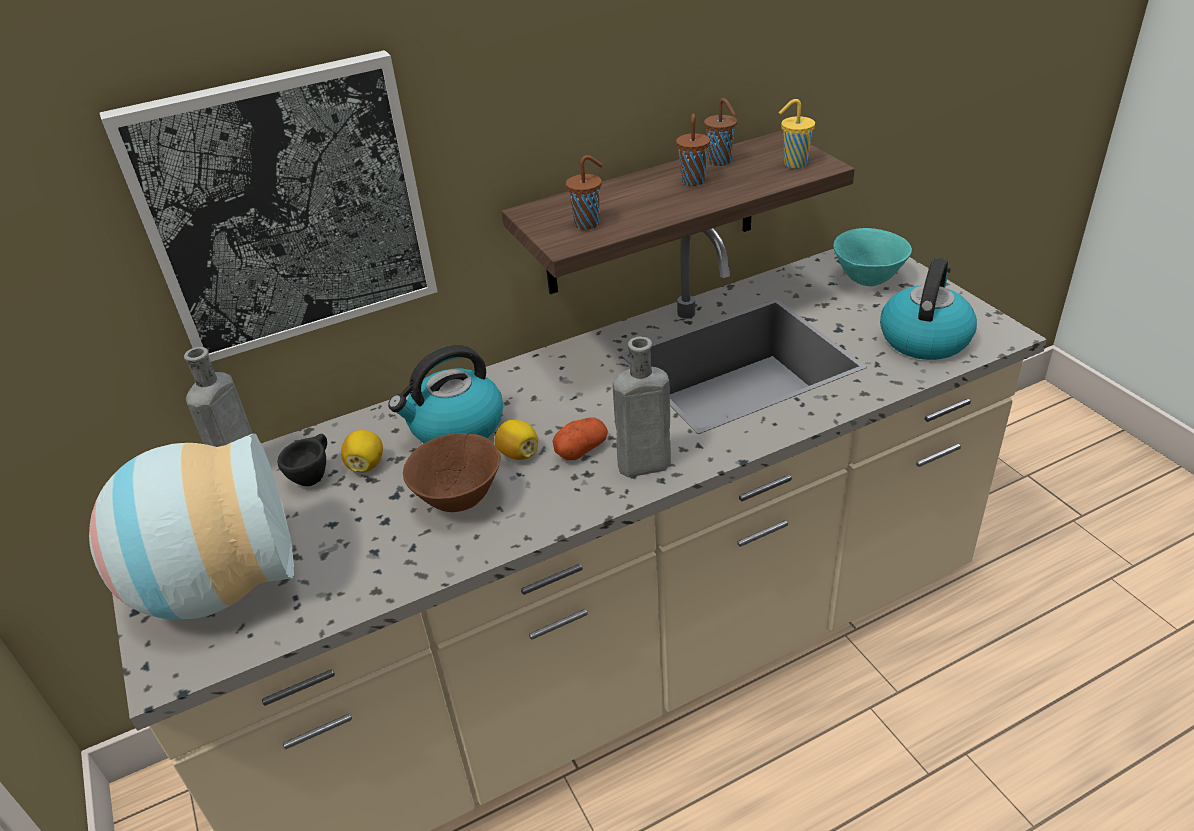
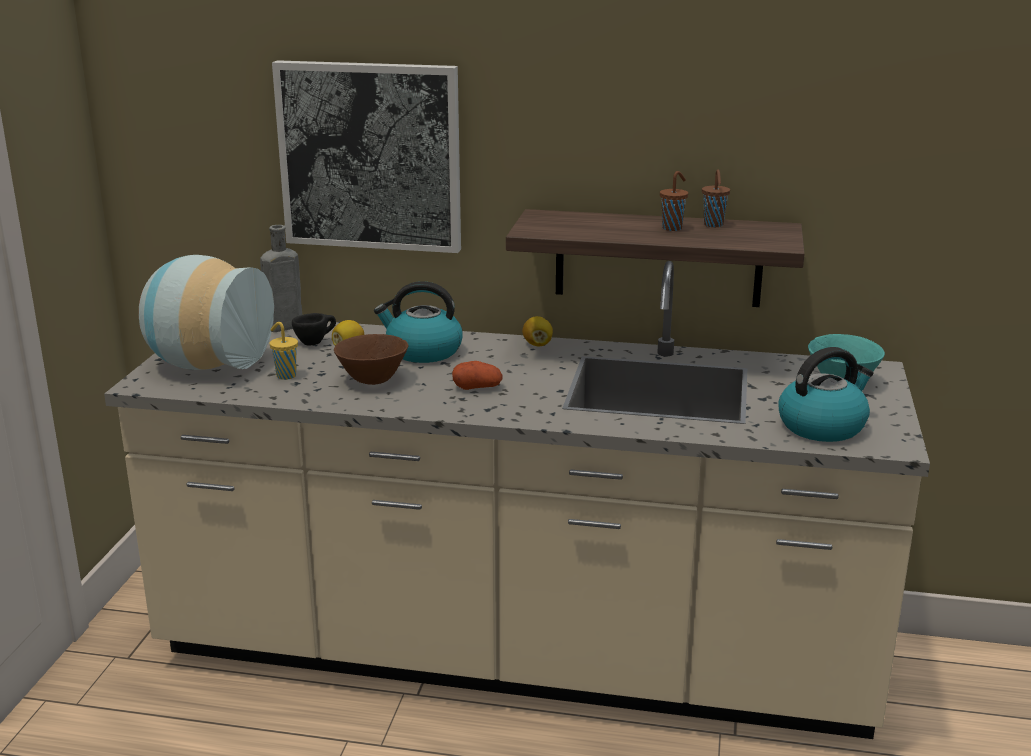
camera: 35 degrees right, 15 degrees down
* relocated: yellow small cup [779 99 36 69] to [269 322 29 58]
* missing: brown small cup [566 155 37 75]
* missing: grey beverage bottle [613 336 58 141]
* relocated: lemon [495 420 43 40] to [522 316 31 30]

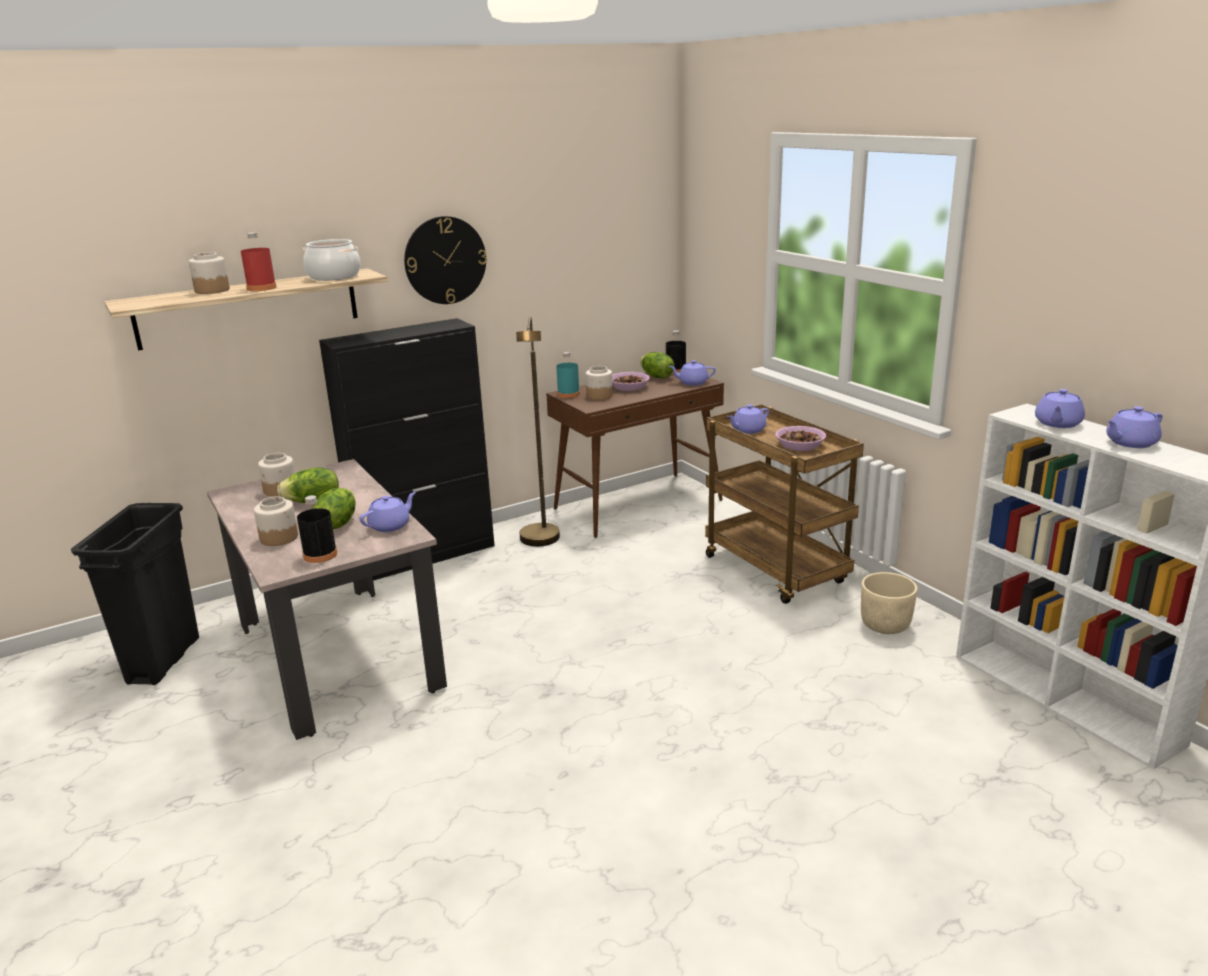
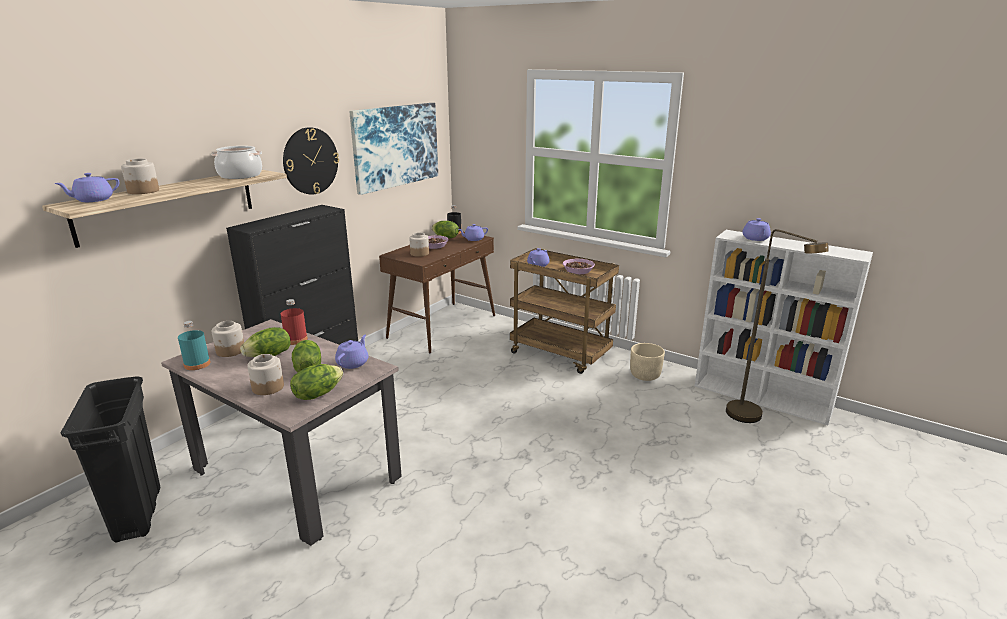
camera: 25 degrees left, 0 degrees up
* relocated: red beverage bottle [241 232 35 59] to [281 299 27 46]
* relocated: brown standard lamp [516 316 44 230] to [726 229 103 194]
* relocated: turquoise-coloured beverage bottle [556 352 24 46] to [178 321 33 49]
* relocated: purple-coloured teapot [1107 406 55 42] to [54 173 65 29]
* exchanged: blackish beverage bottle [297 495 40 68] to lettuce head [290 364 53 36]
* appeared: picture [349 103 89 92]

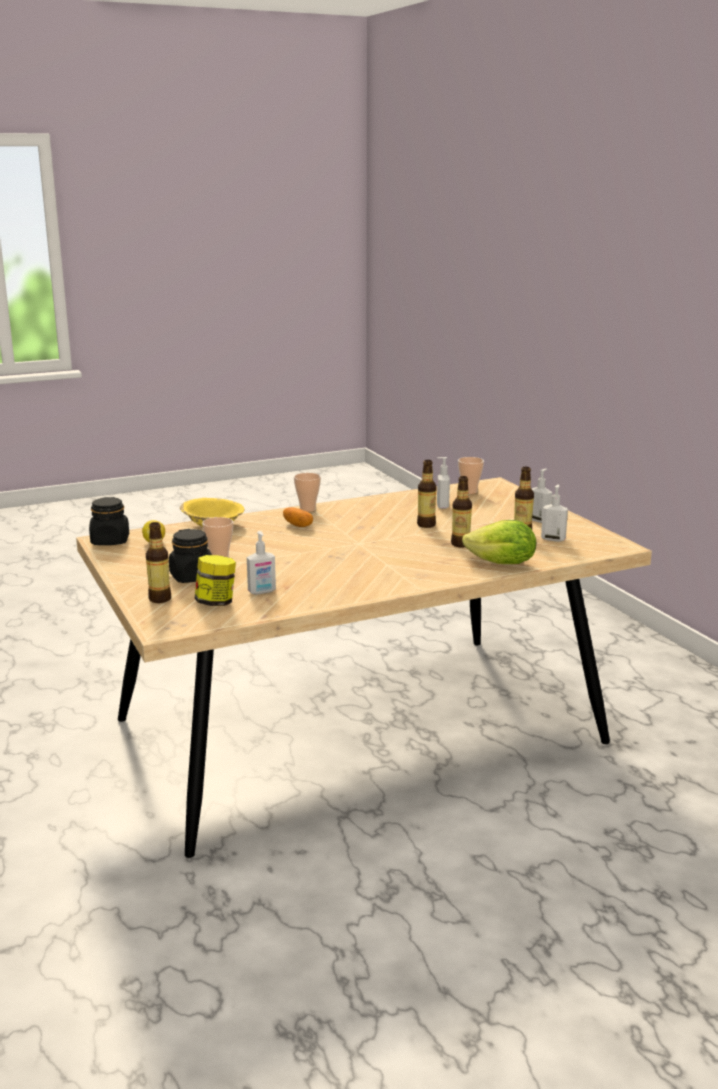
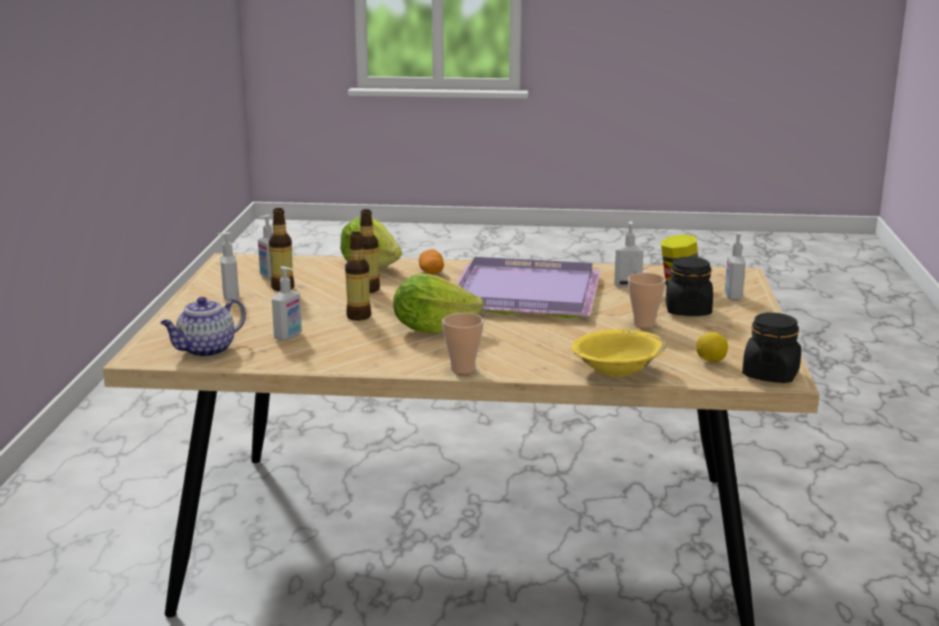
camera: 150 degrees left, 0 degrees up
* exchanged: small cup [458 457 26 37] to teapot [161 297 85 60]
* relocated: whole potato [283 507 30 20] to [419 249 25 25]
* exchanged: beverage bottle [146 522 25 81] to liquid soap bottle [725 233 21 68]
* appeared: purple-coloured carrying tray [456 257 145 61]
* appeared: lettuce head [393 274 91 60]

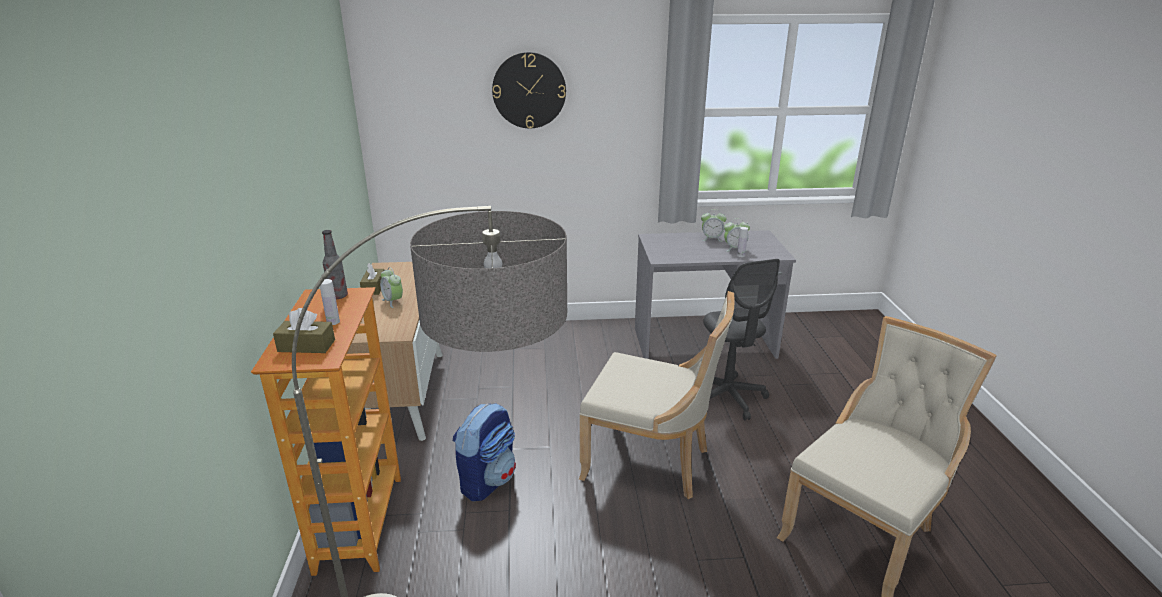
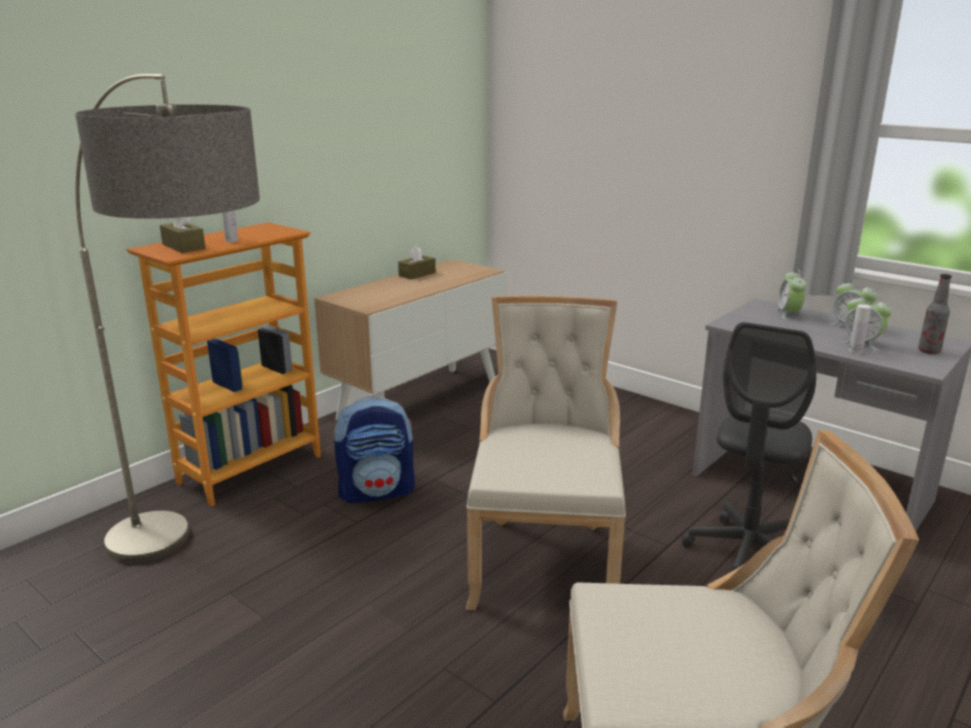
camera: 45 degrees right, 5 degrees down
* missing: clock on the wall [492 52 74 76]
* relocated: beverage bottle [322 230 26 69] to [918 274 34 80]
* relocated: alarm clock [380 267 23 41] to [776 269 30 50]
* spun: beige-coloured upright chair [579 291 155 208] = [466 295 160 315] 150 degrees counterclockwise

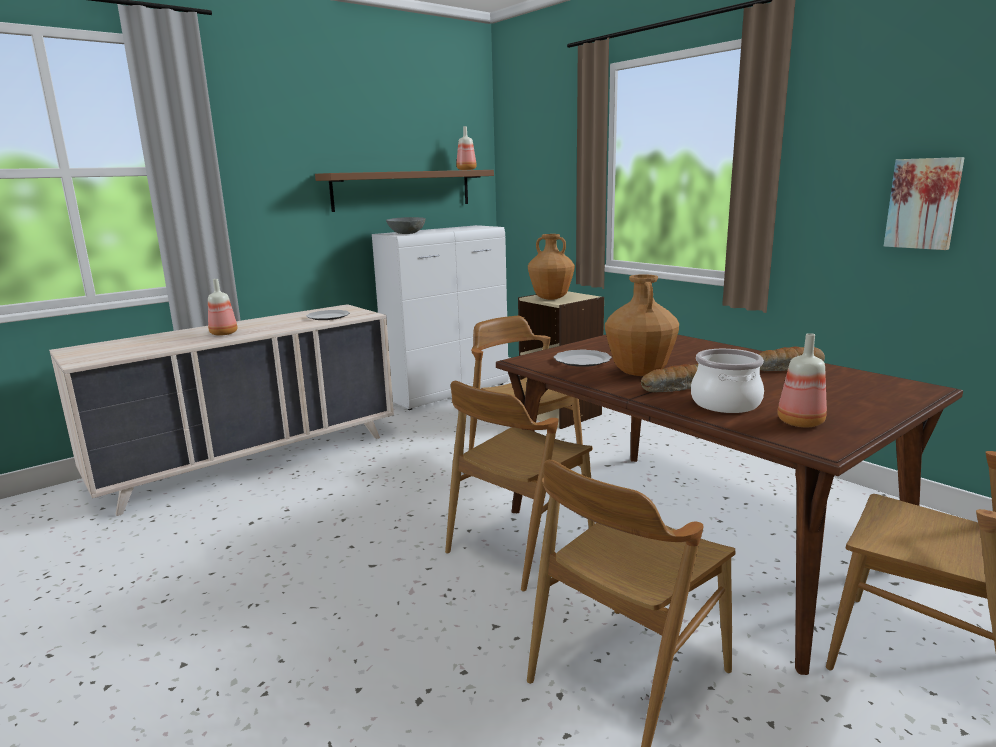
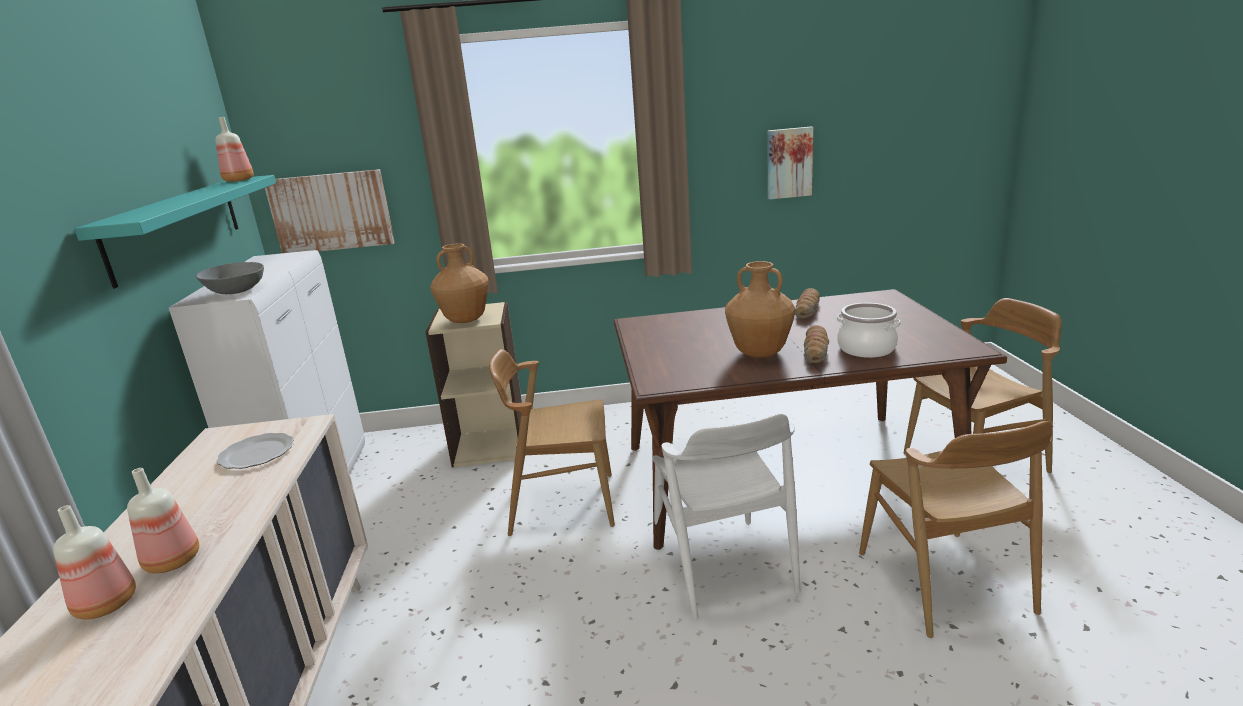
camera: 55 degrees left, 5 degrees up
* colour: brown bracket shelf [315 170 179 42] to turquoise-coloured bracket shelf [74 175 202 114]
* relocated: beverage bottle [777 333 50 94] to [53 505 83 114]
* missing: dinner plate [554 350 58 17]
* colour: brown upright chair [445 381 150 211] to whitish upright chair [653 413 148 207]
* appeared: picture [265 169 130 84]

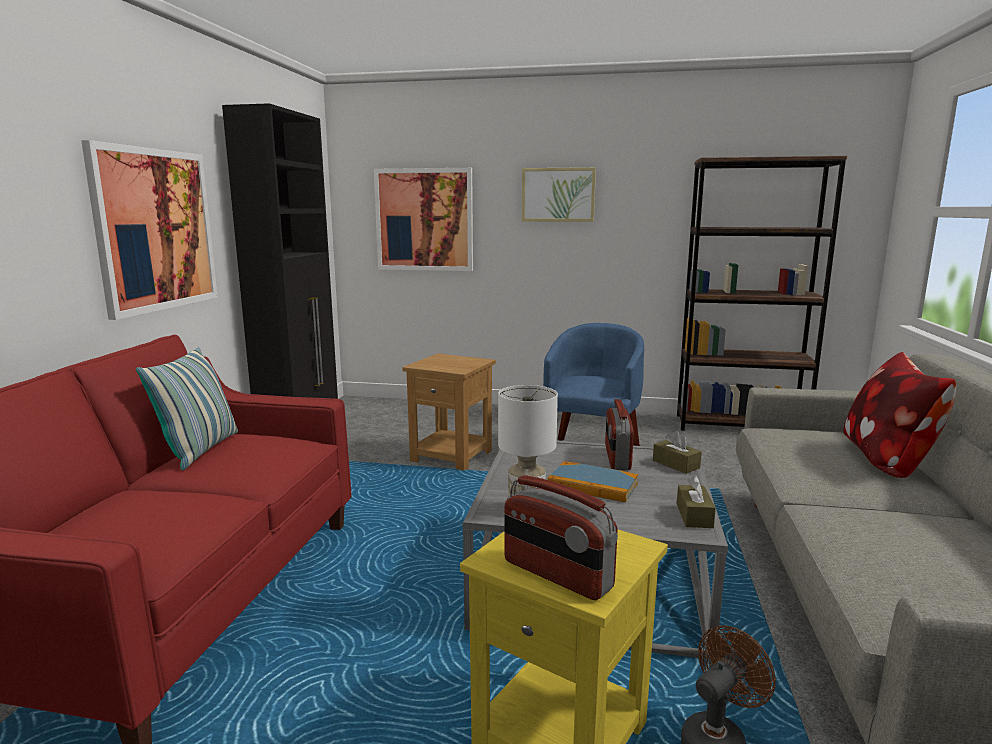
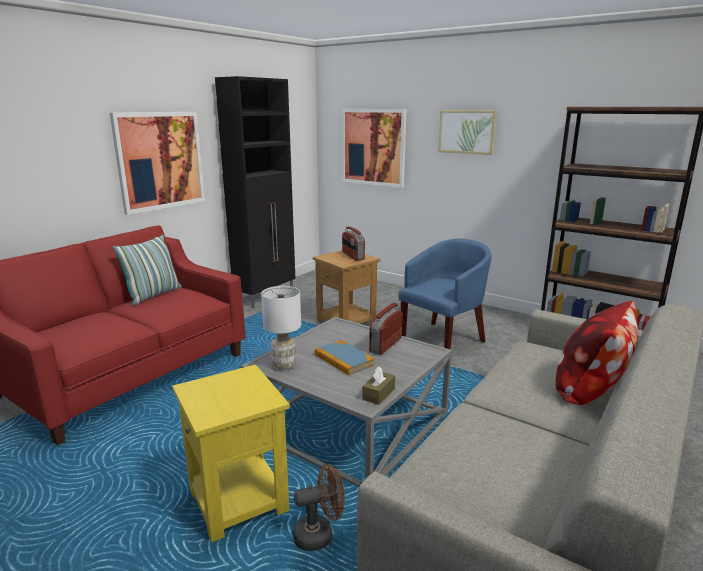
camera: 25 degrees right, 5 degrees up
* missing: brown tissue holder [653 431 49 43]
* relocated: radio [504 475 114 125] to [342 227 23 33]

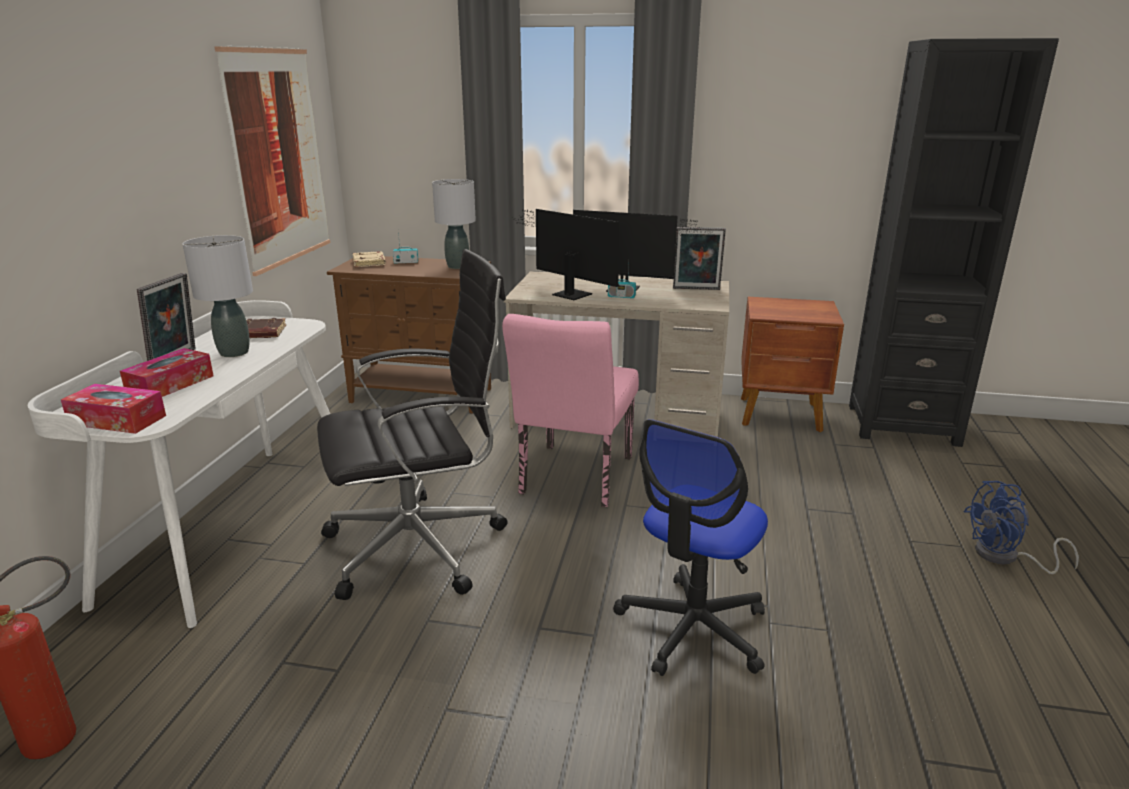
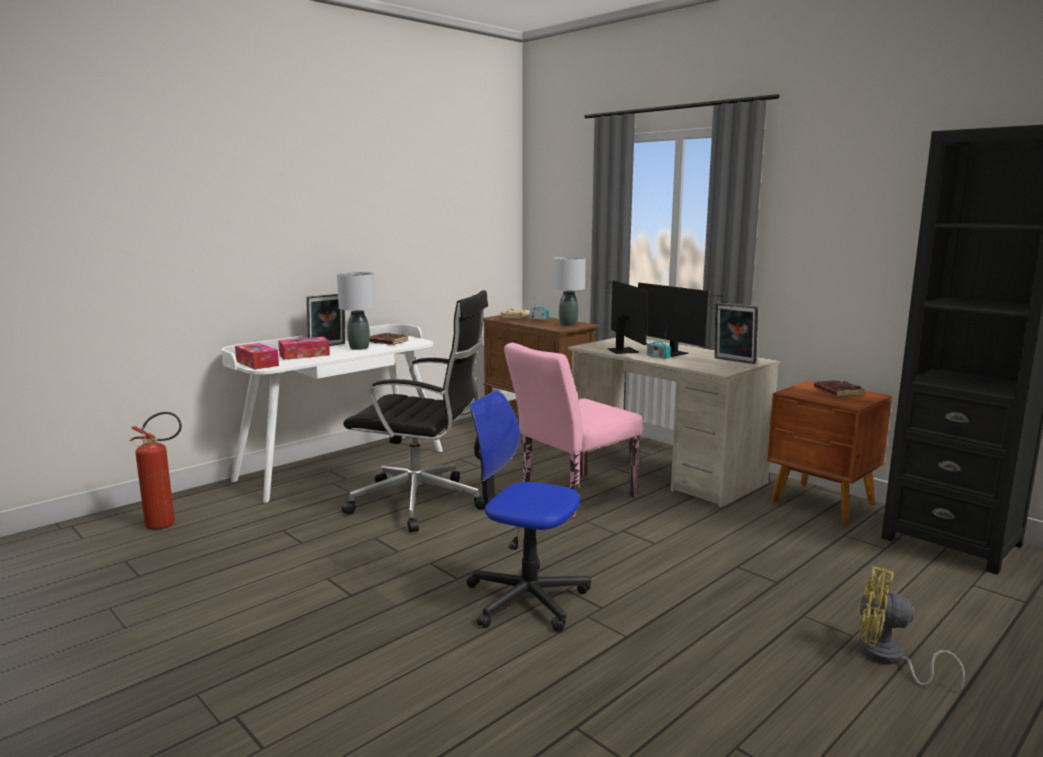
camera: 35 degrees right, 10 degrees down
* missing: picture [214 45 117 231]
* spun: computer chair [613 419 155 257] = [466 391 125 241] 45 degrees clockwise
* colour: bluish electric fan [963 481 116 93] to yellow electric fan [859 566 106 127]
* appeared: brown bound book [814 380 51 17]

